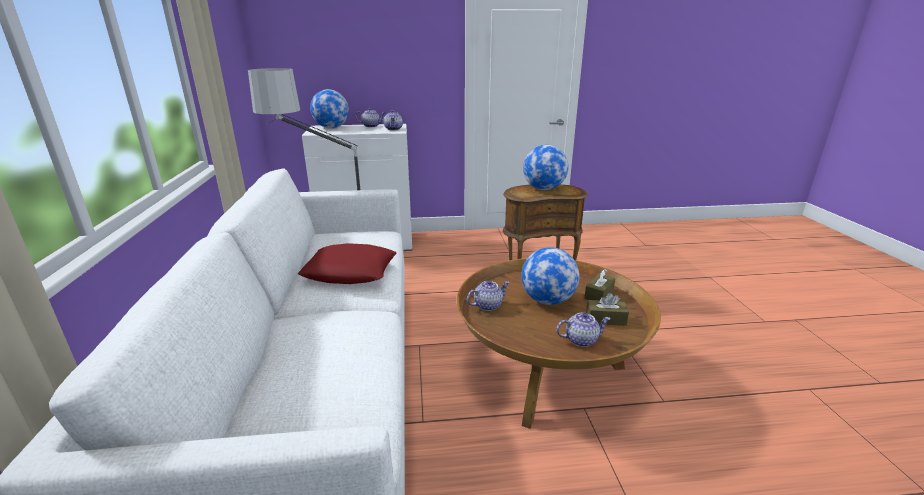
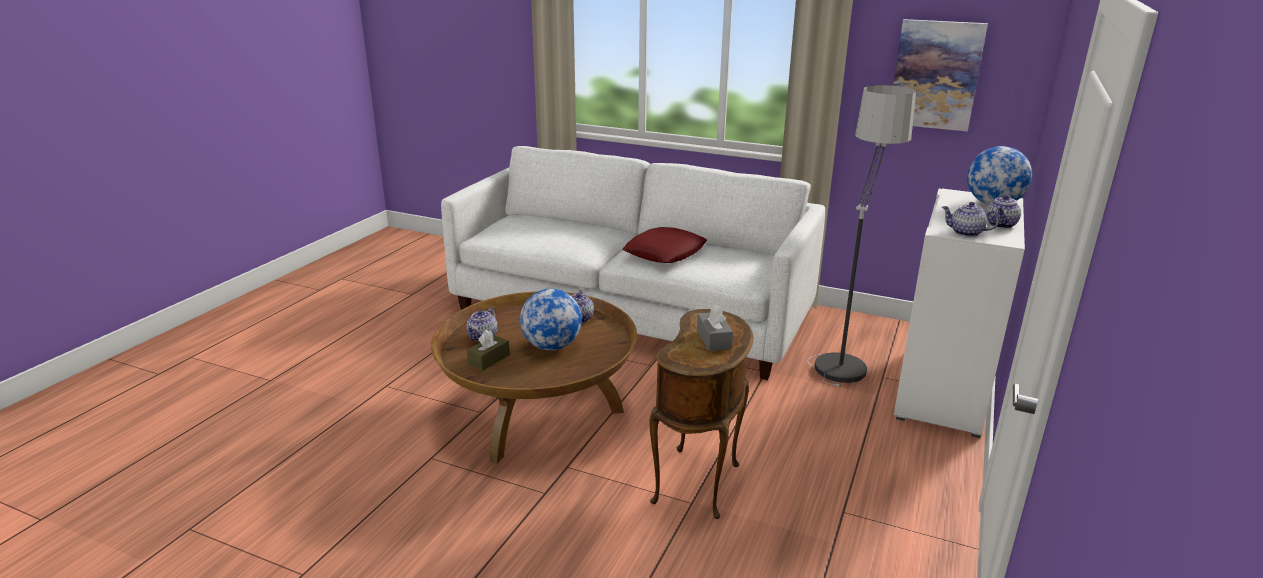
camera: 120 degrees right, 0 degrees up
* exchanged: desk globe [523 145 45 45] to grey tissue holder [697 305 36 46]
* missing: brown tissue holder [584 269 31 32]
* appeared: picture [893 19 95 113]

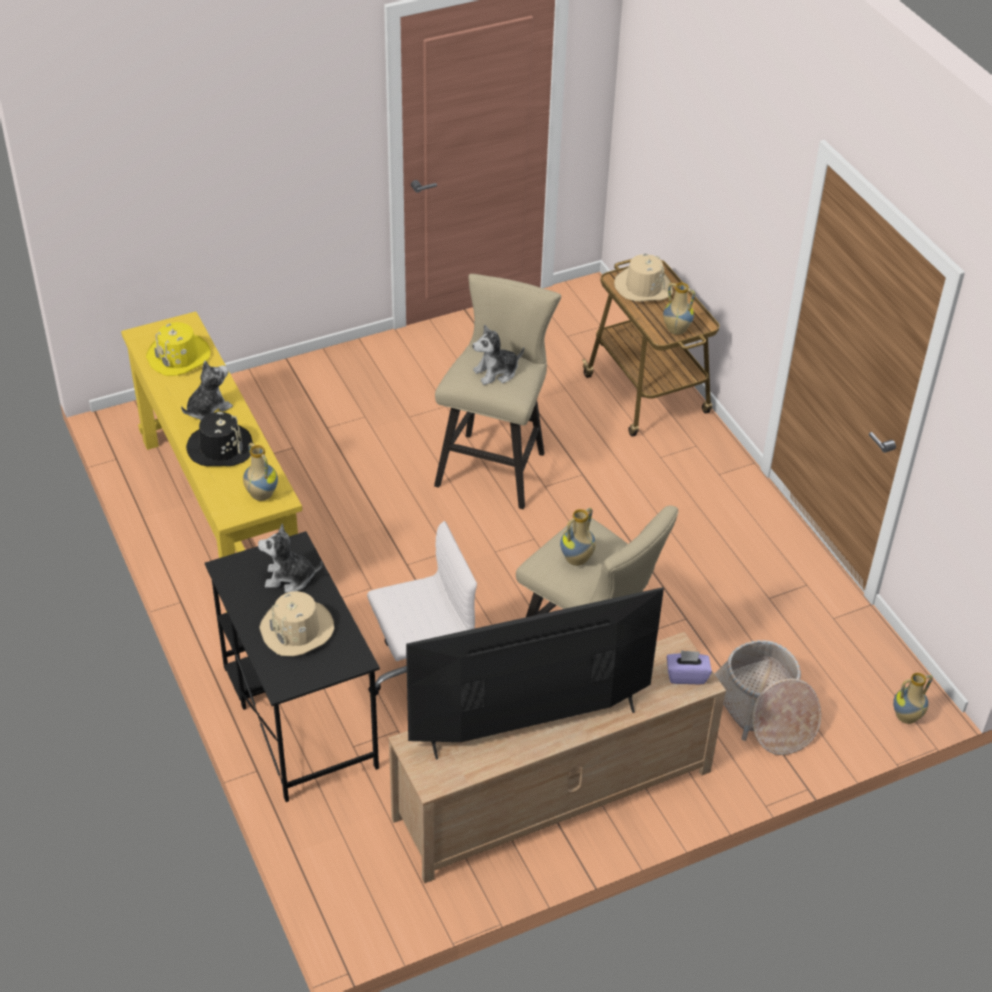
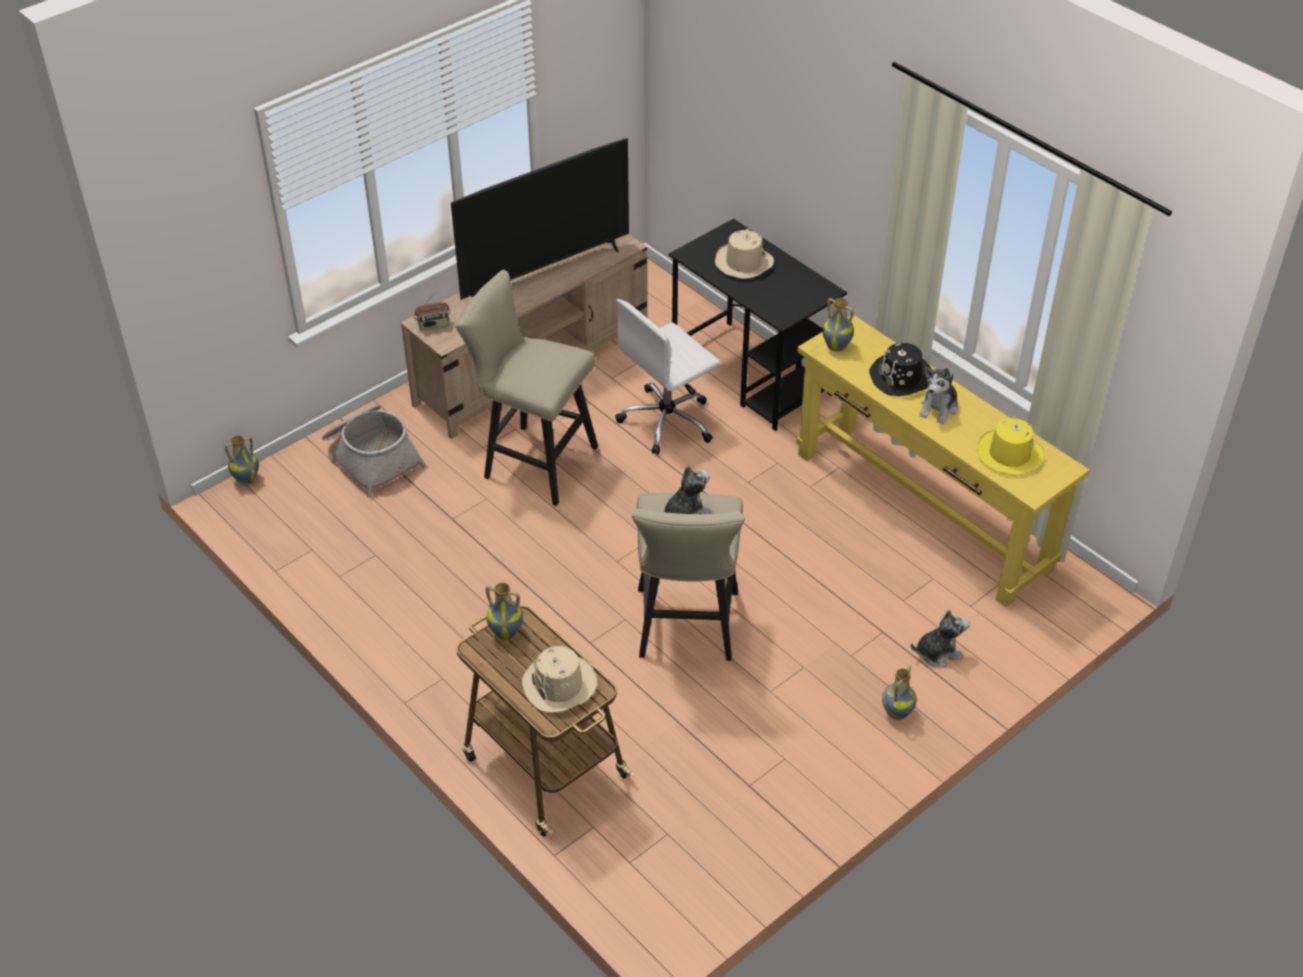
camera: 165 degrees right, 0 degrees up
* relocated: decorative vase [560 508 36 58] to [882 665 35 55]
* relocated: plush toy [258 524 65 69] to [911 610 59 57]
* exchanged: purple-coloured tissue holder [667 650 45 34] to radio [414 293 36 38]

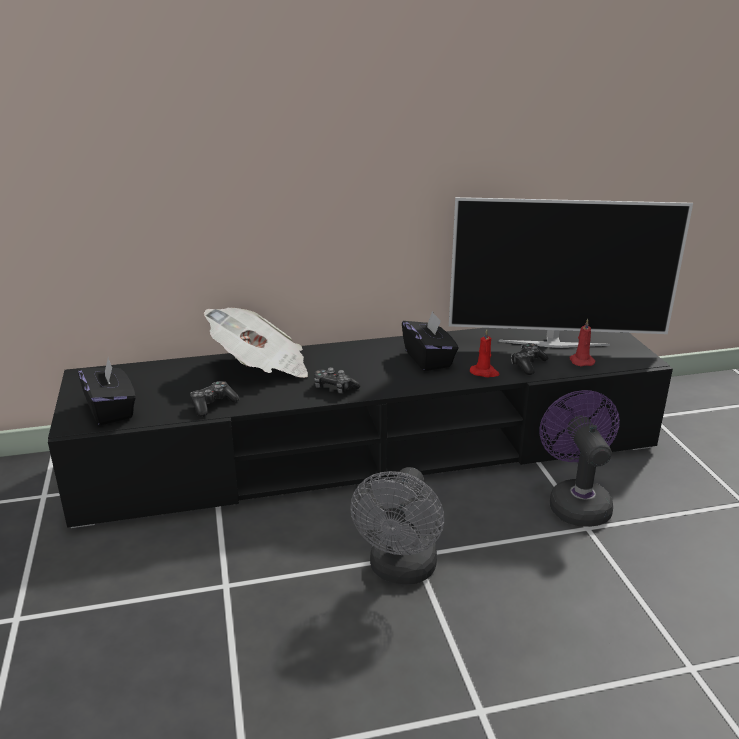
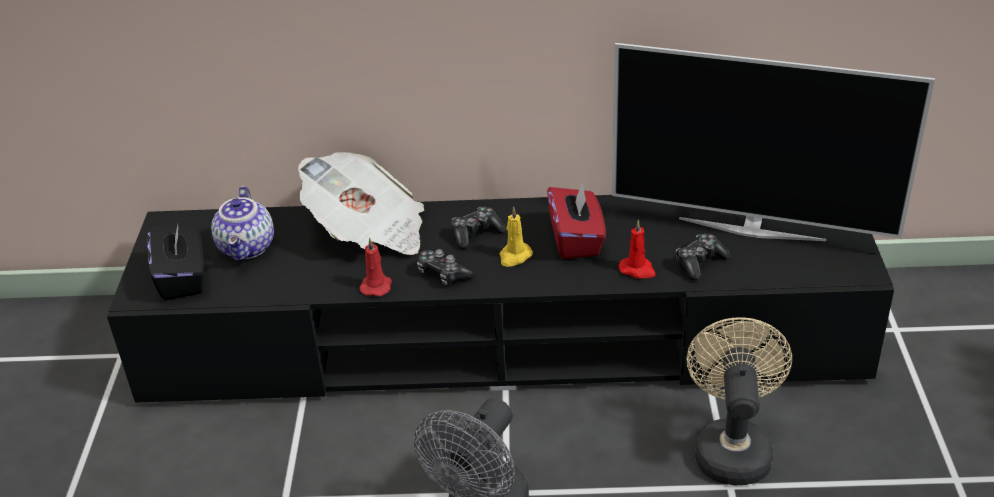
camera: 15 degrees right, 10 degrees up
* colour: blackish tissue holder [402 311 56 60] to red tissue holder [547 182 59 77]
* relocated: red wax light [569 319 27 47] to [359 238 33 58]
* relocated: game controller [190 381 50 36] to [451 207 55 42]
* colour: purple-coloured electric fan [540 390 80 137] to beige-coloured electric fan [686 317 106 168]
* appeared: teapot [211 186 63 75]
* appeared: yellow wax light [500 207 33 60]

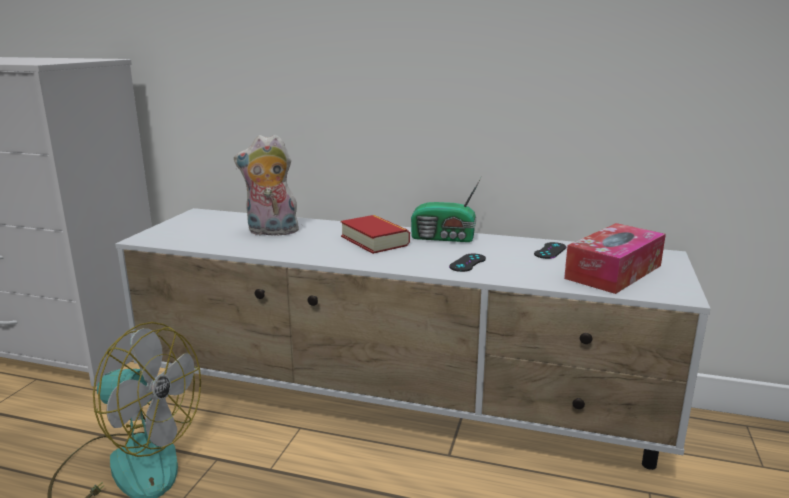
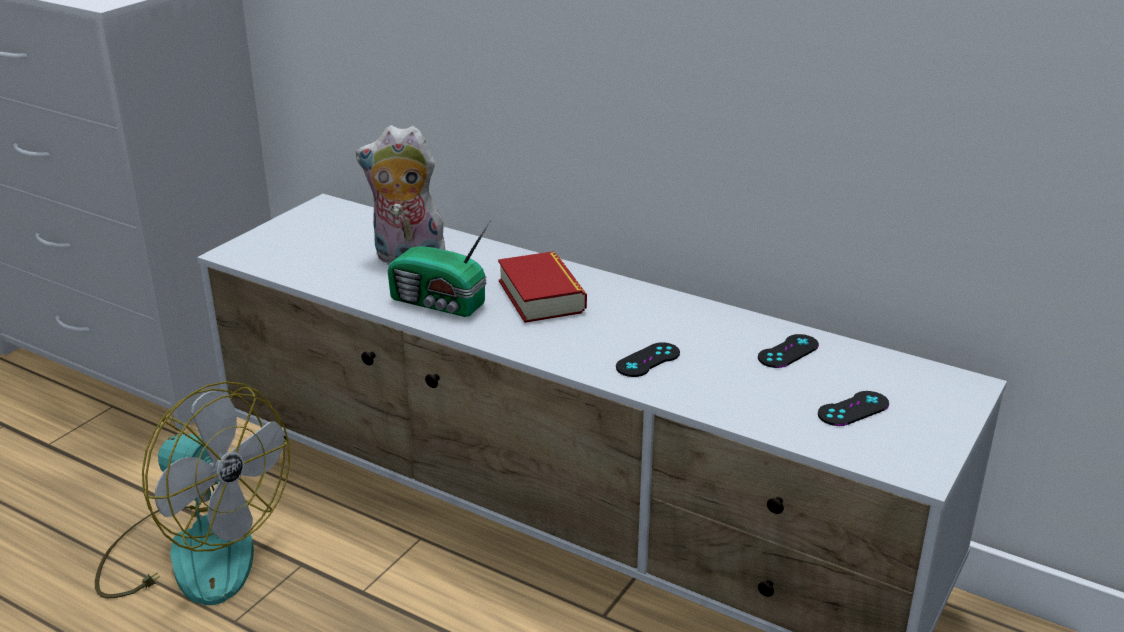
camera: 15 degrees right, 10 degrees up
* relocated: radio [411 176 71 66] to [388 220 103 97]
* exchanged: tissue holder [564 223 102 71] to blackish game controller [818 391 71 35]

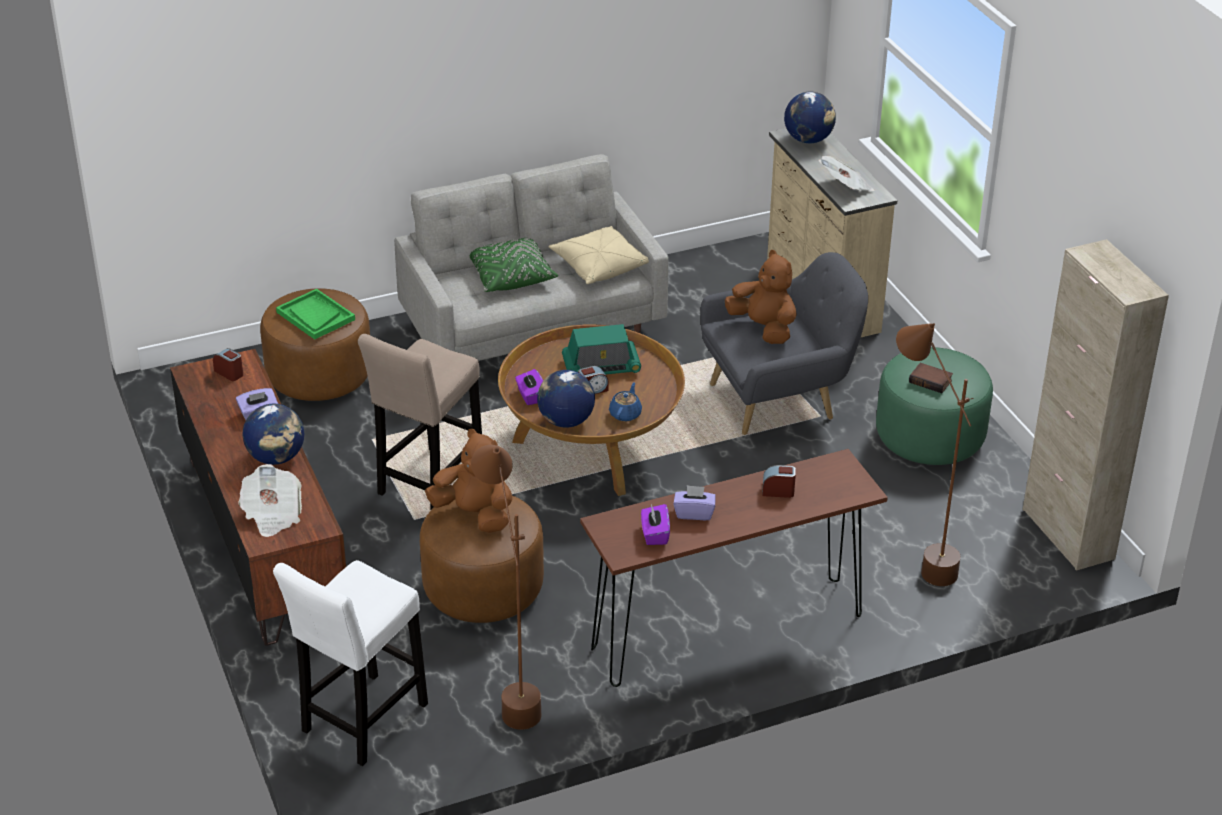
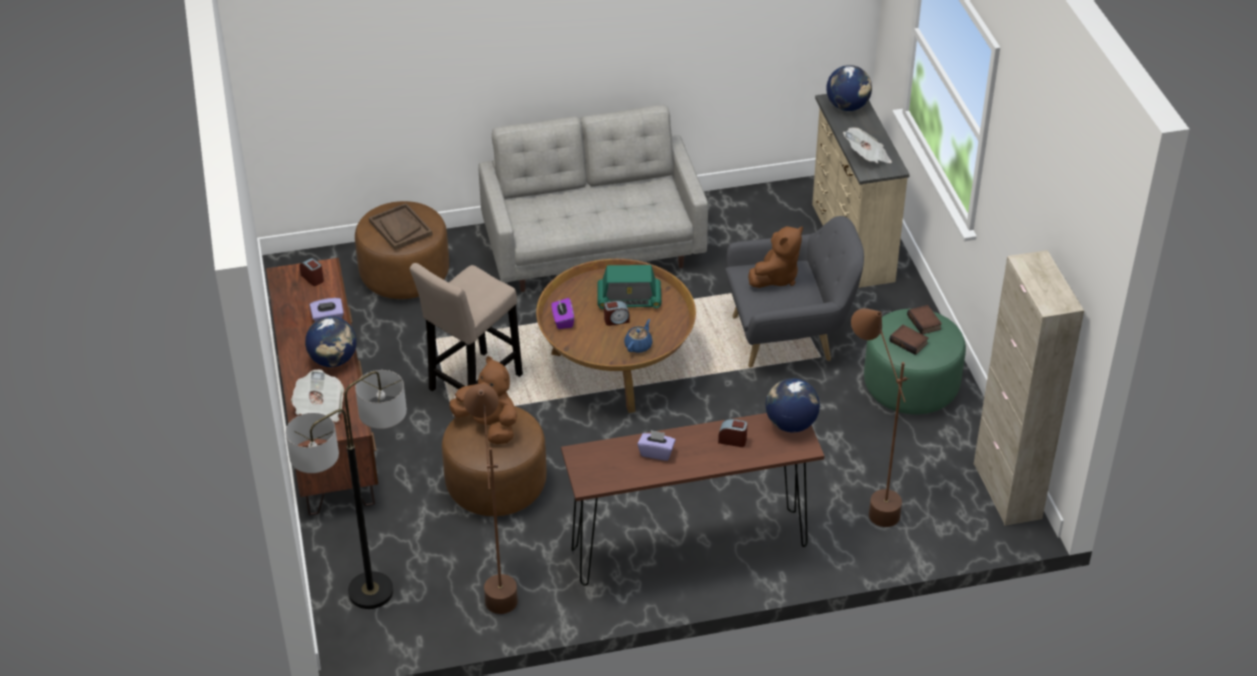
camera: 10 degrees right, 5 degrees up
* missing: beige-coloured cushion [549 226 100 58]
* missing: green-coloured cushion [470 238 88 54]
* spun: brown plush toy [725 250 72 94] = [748 226 55 62] 75 degrees clockwise
* colour: green-coloured carrying tray [276 289 79 51] to brown carrying tray [369 203 64 47]
* relocated: desk globe [537 370 58 58] to [766 378 54 54]
* missing: purple-coloured tissue holder [641 504 29 41]
* exchanged: whitish sitting stool [273 560 155 206] to standard lamp [285 370 122 239]
* appeared: bound book [907 305 35 29]

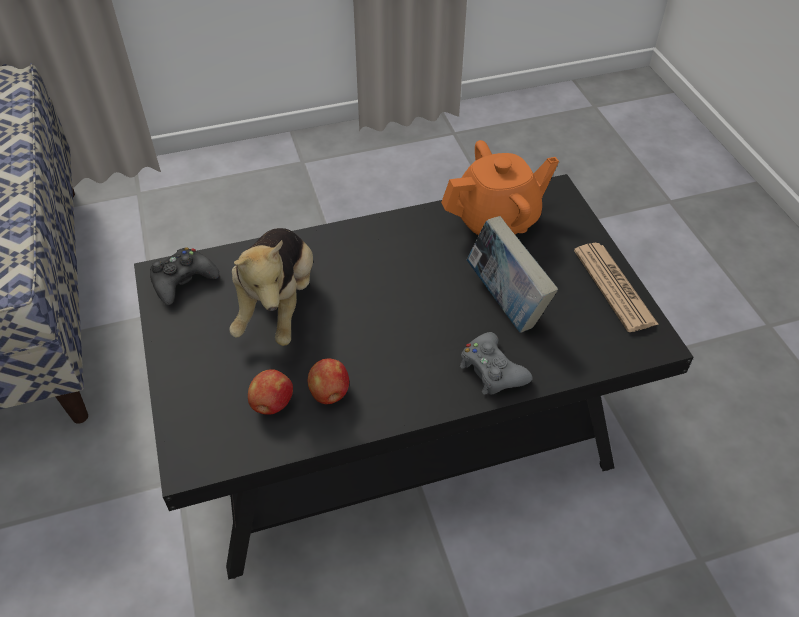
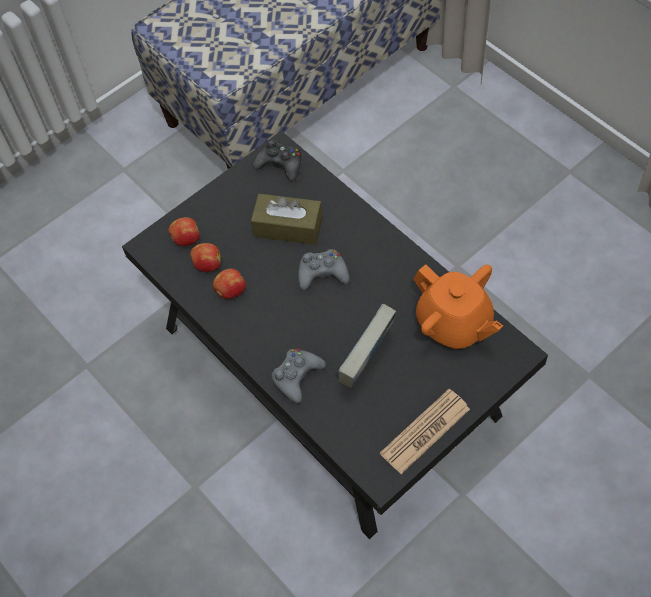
camera: 70 degrees right, 10 degrees up
* exchanged: plush toy [229 228 84 118] to brown tissue holder [251 194 72 51]
* appeared: apple [168 217 32 29]
* appeared: grey game controller [298 249 51 41]

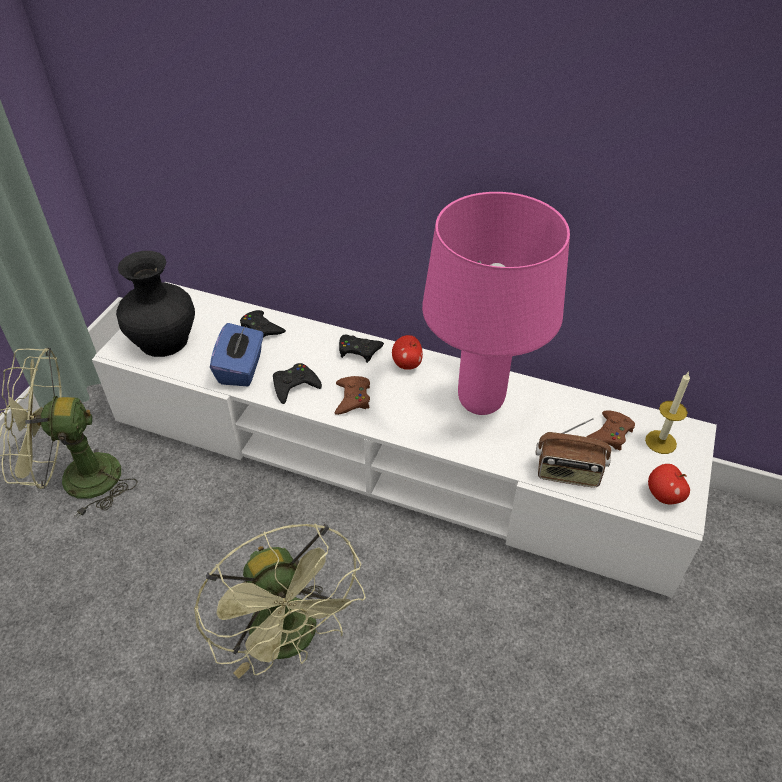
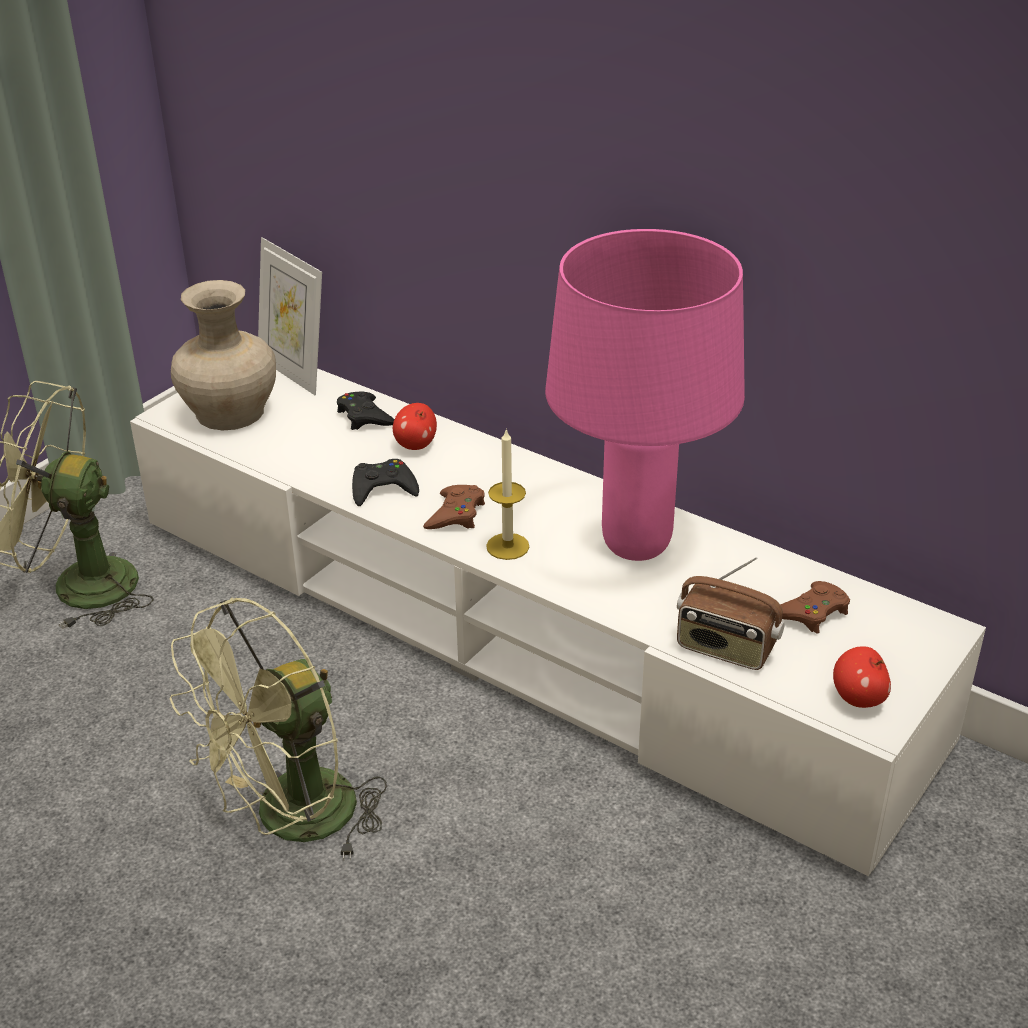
camera: 15 degrees right, 10 degrees down
* colour: blackish decorative vase [116 251 79 106] to beige-coloured decorative vase [171 280 105 151]
* missing: bluish tissue holder [210 323 54 63]
* missing: blackish game controller [339 335 45 28]
* relocated: apple [392 335 31 35] to [393 403 44 47]
* relocated: wax light [645 372 45 82] to [486 428 43 132]
* spun: green-coloured electric fan [194 523 172 155] = [170 598 217 263] 60 degrees clockwise
* appeared: standing frame [258 237 64 158]

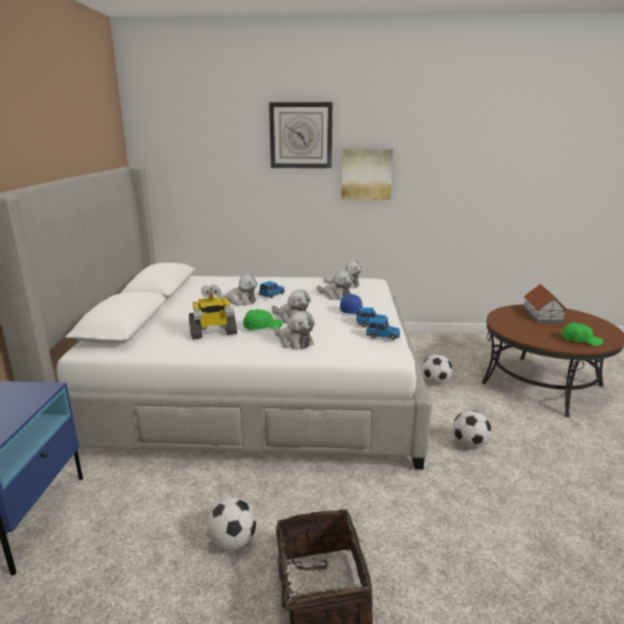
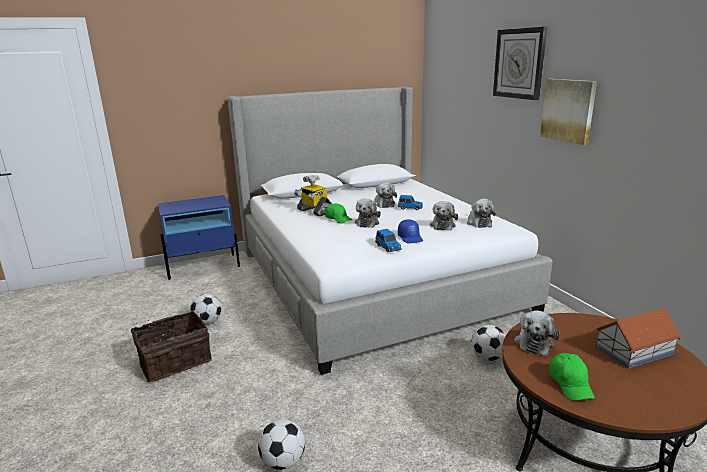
camera: 65 degrees right, 0 degrees up
* relocated: plush toy [274 311 41 39] to [514 310 46 46]
* missing: toy car [366 317 34 23]
* relocated: football [453 410 38 38] to [258 419 47 51]

